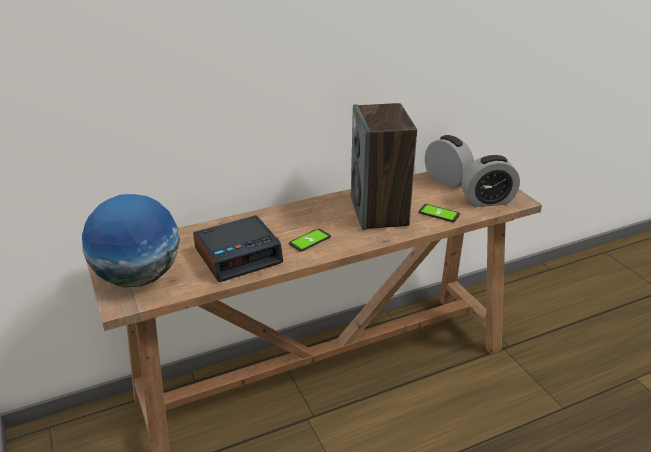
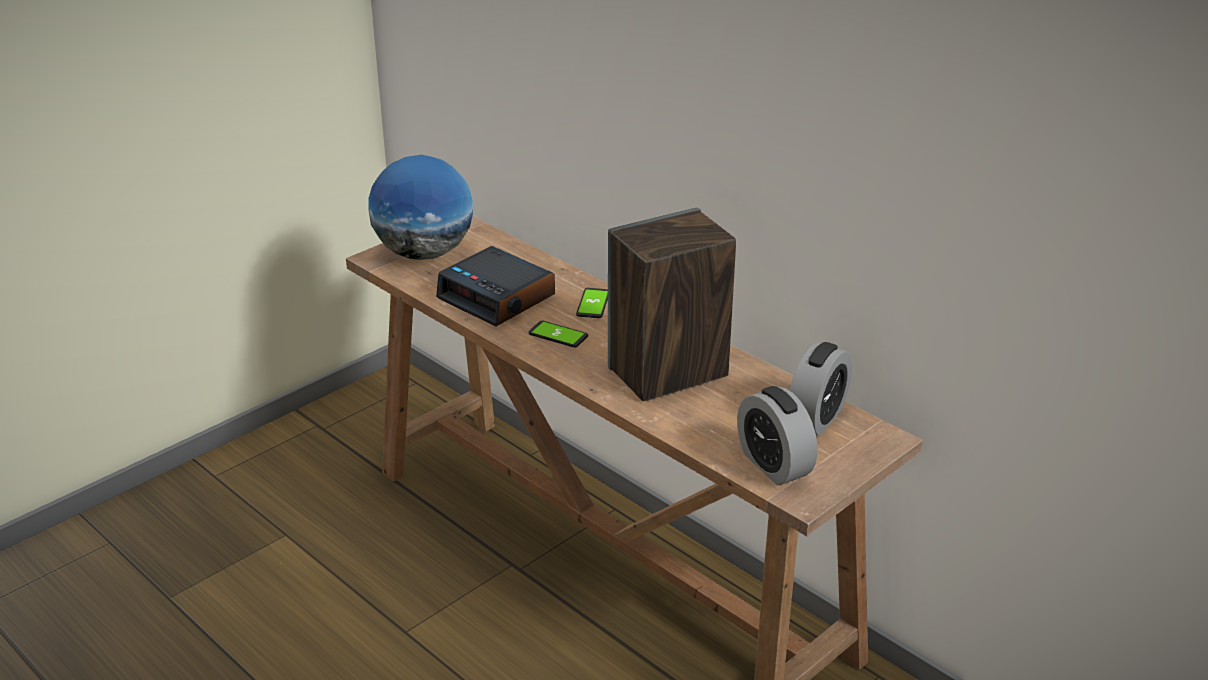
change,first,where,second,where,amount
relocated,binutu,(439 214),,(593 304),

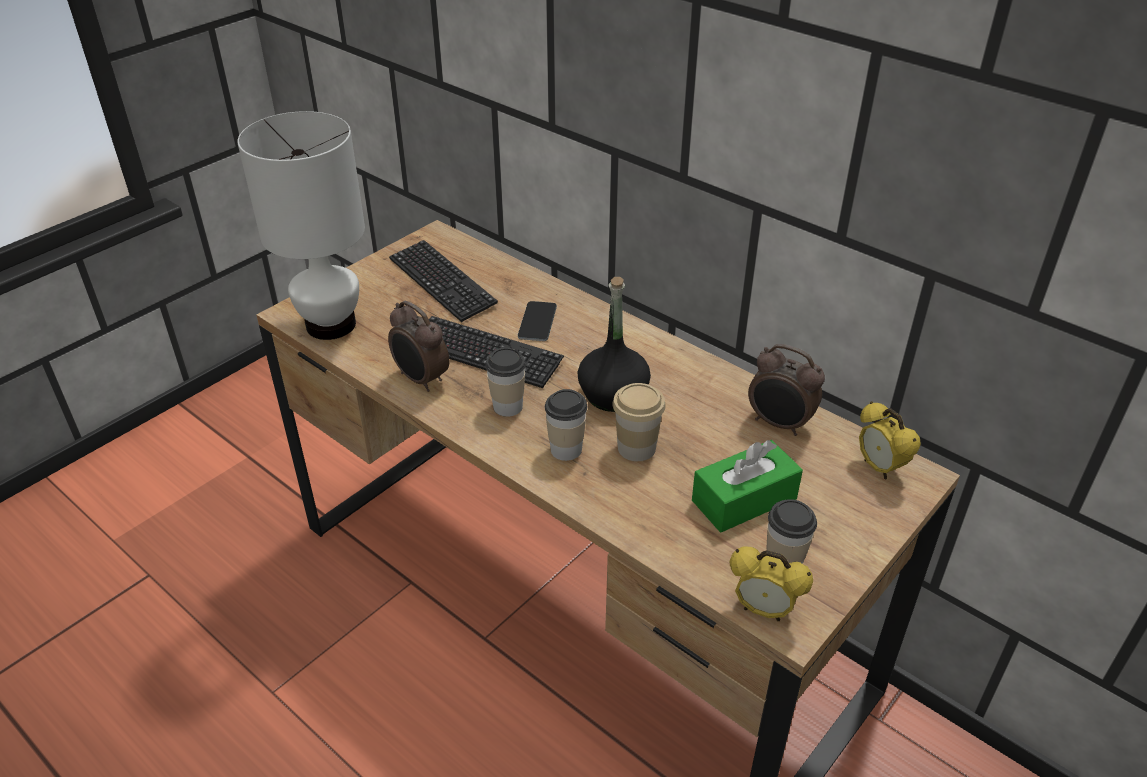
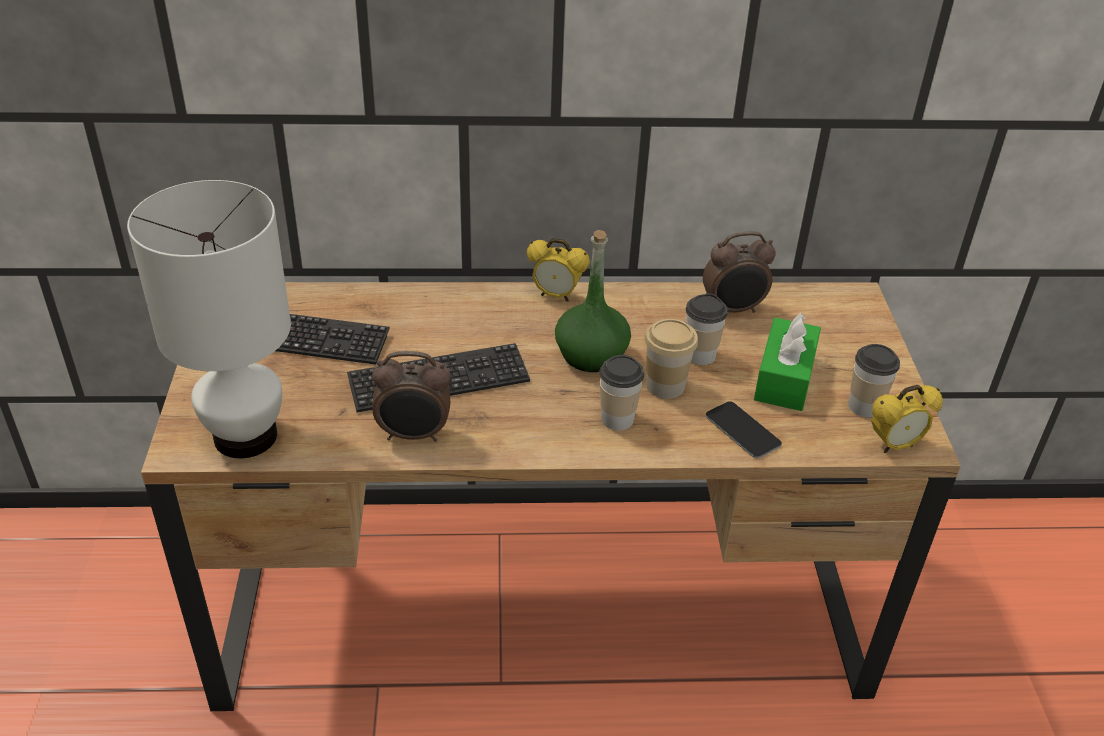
change,first,where,second,where,amount
relocated,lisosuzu,(507 406),,(699 355),
relocated,binutu,(537 322),,(742 430),
relocated,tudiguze,(879 468),,(556 296),
colour,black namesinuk,(613 395),green namesinuk,(591 355),

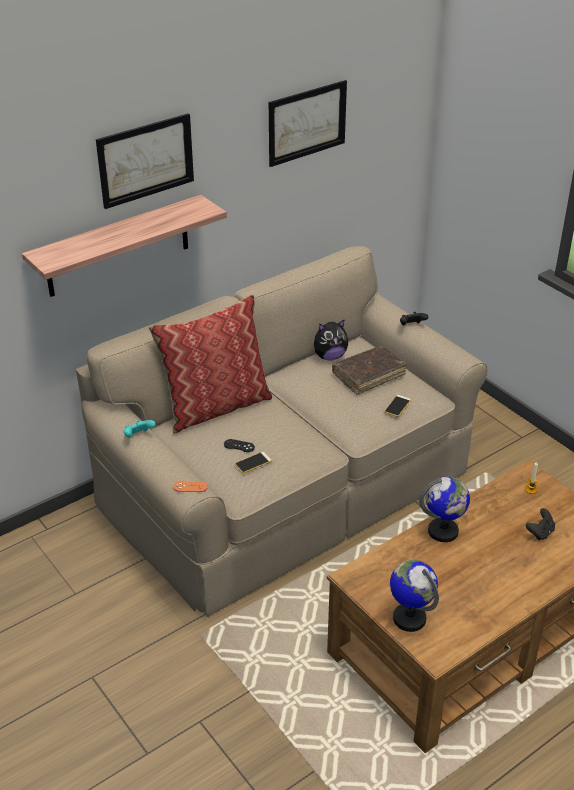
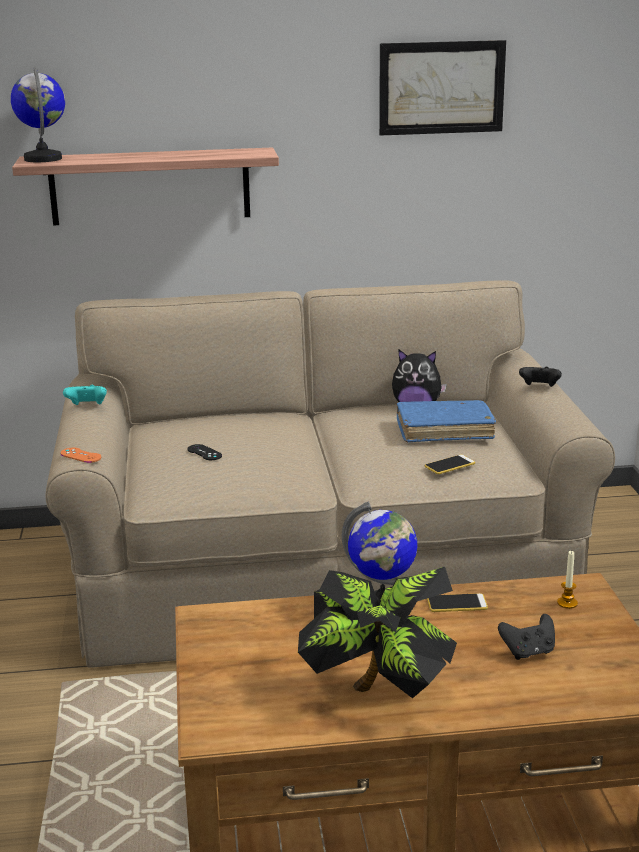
change,first,where,second,where,amount
missing,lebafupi,(146 160),,,
missing,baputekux,(215 406),,,
appeared,,,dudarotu,(379 693),
relocated,binutu,(253 463),,(457 603),
relocated,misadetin,(409 618),,(43 159),
colour,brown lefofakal,(368 375),blue lefofakal,(444 430),

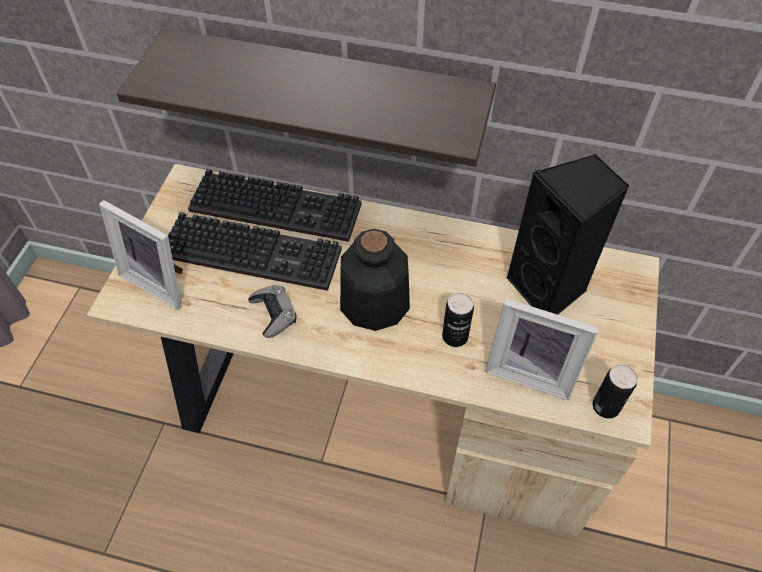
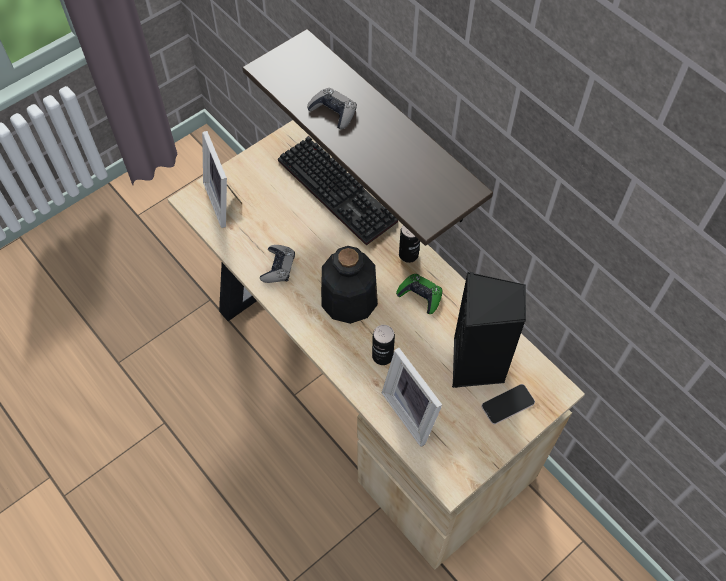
change,first,where,second,where,amount
missing,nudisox,(255 251),,,
appeared,,,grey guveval,(333 112),
appeared,,,green guveval,(420 296),
appeared,,,binutu,(508 404),
relocated,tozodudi,(606 406),,(408 254),

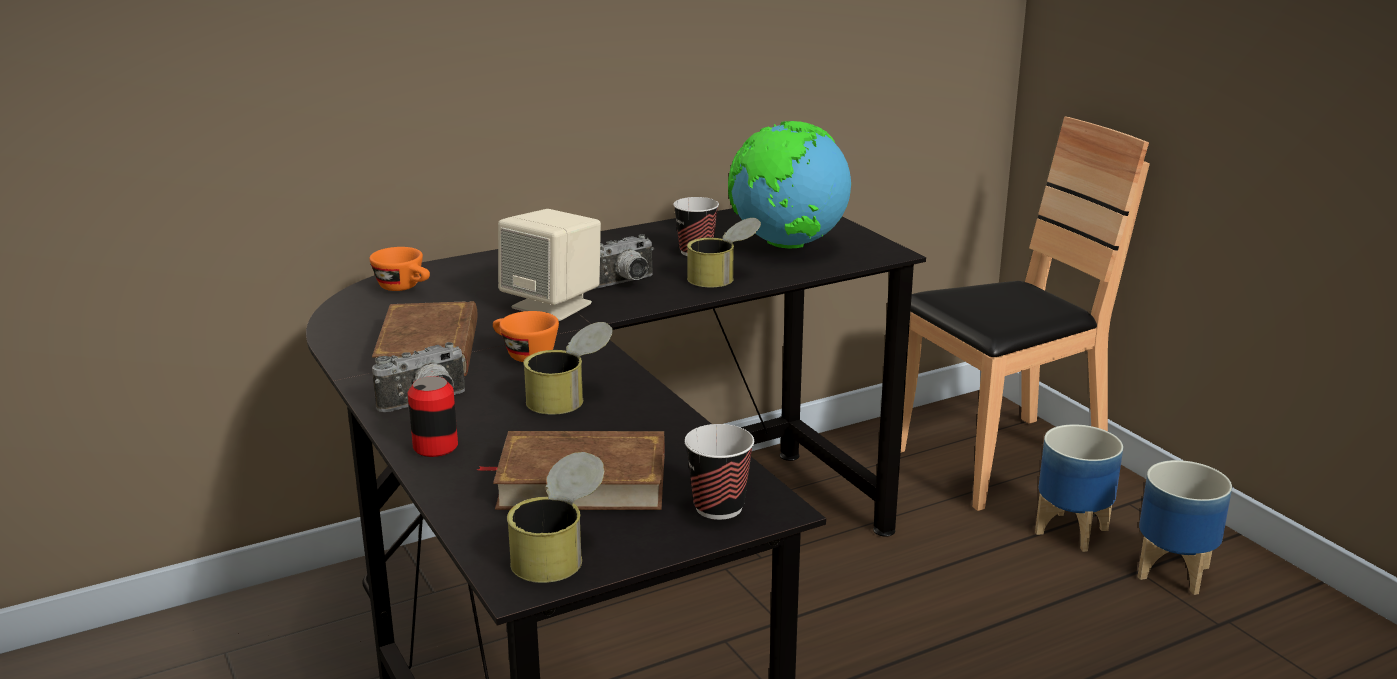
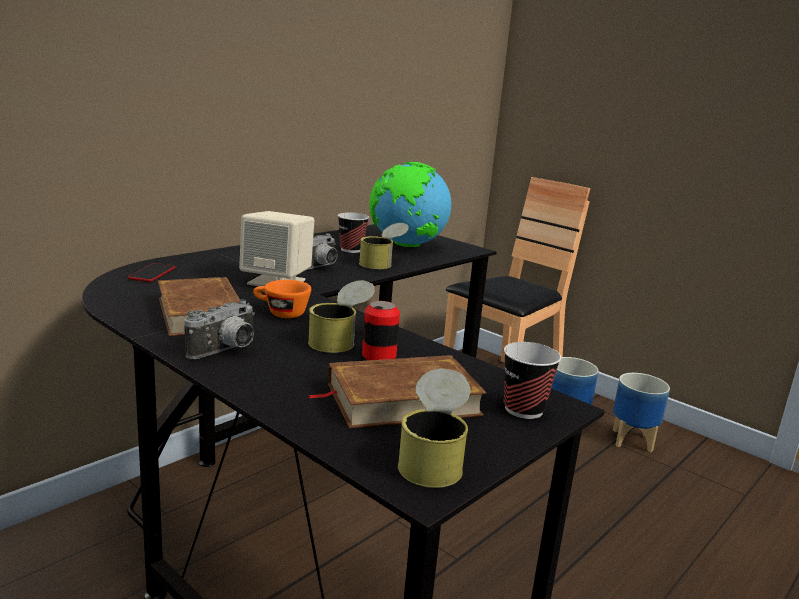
change,first,where,second,where,amount
relocated,tozodudi,(435 447),,(379 356),
exchanged,orange lisosuzu,(405 287),binutu,(152 274),

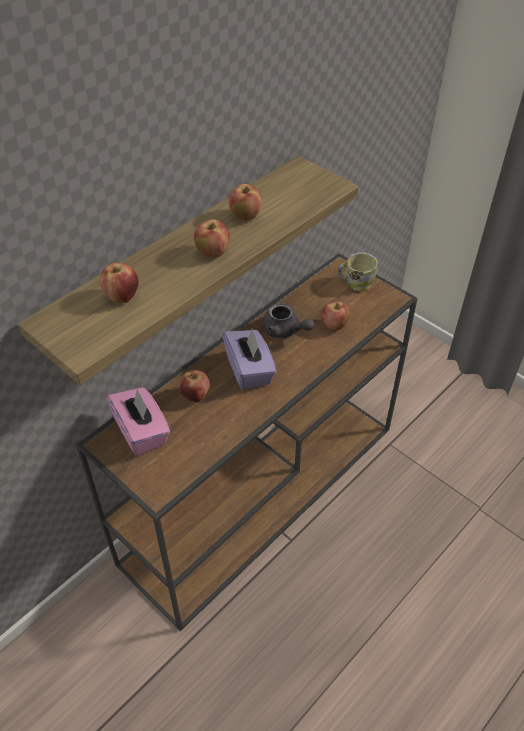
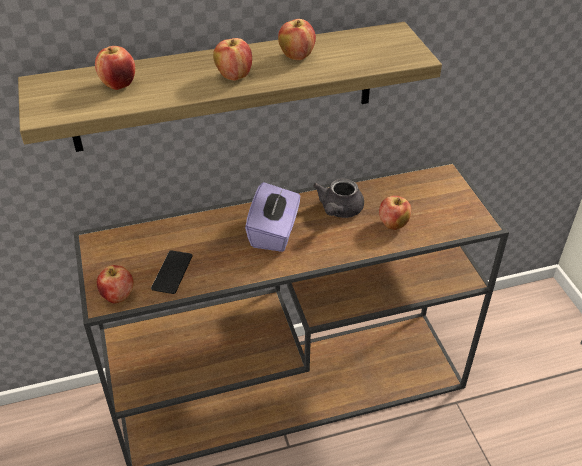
change,first,where,second,where,amount
missing,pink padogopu,(142 432),,,
missing,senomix,(355 282),,,
appeared,,,binutu,(172 272),
relocated,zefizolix,(195 396),,(118 296),
spun,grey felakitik,(285 331),,(338 211),45 degrees clockwise

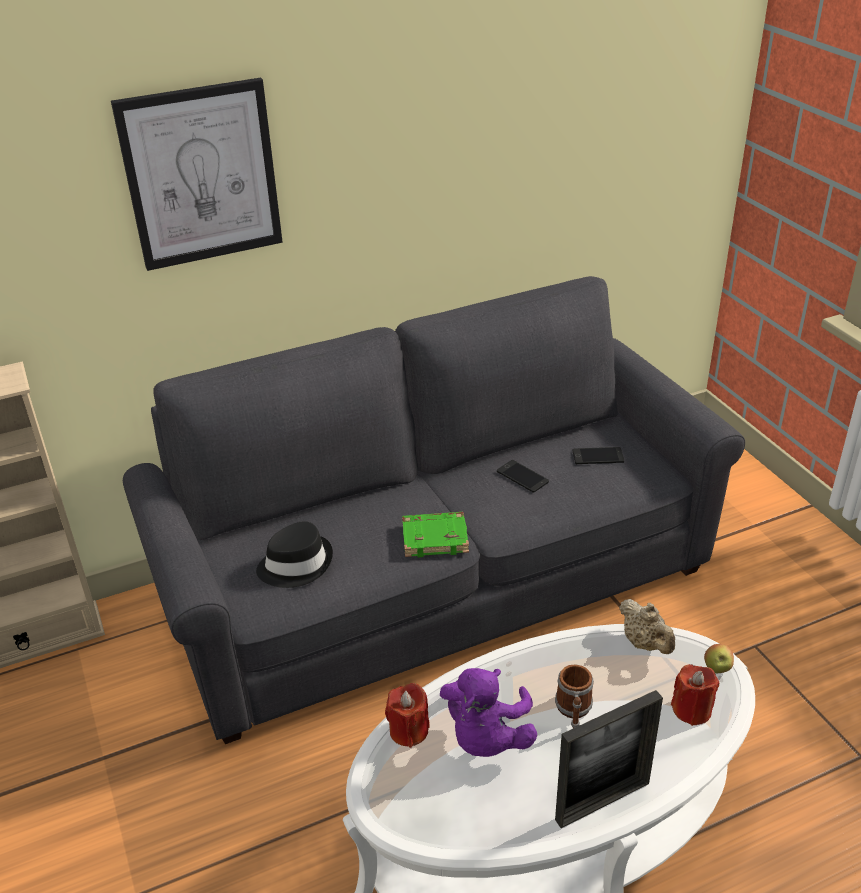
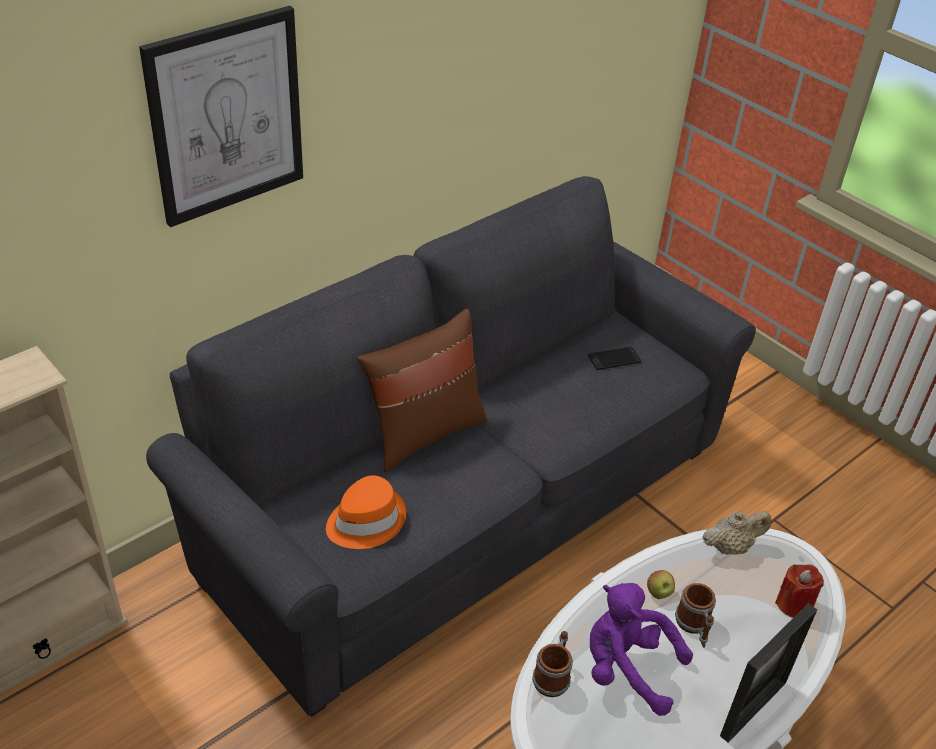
change,first,where,second,where,amount
missing,green lefofakal,(435 538),,,
missing,binutu,(522 476),,,
appeared,,,brown baputekux,(423 432),
relocated,zefizolix,(717 669),,(659 593),
exchanged,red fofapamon,(409 730),senomix,(553 676),
colour,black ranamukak,(296 564),orange ranamukak,(365 520),
spun,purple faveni,(486 738),,(627 669),120 degrees clockwise
spun,beige felakitik,(645 643),,(730 547),60 degrees counterclockwise

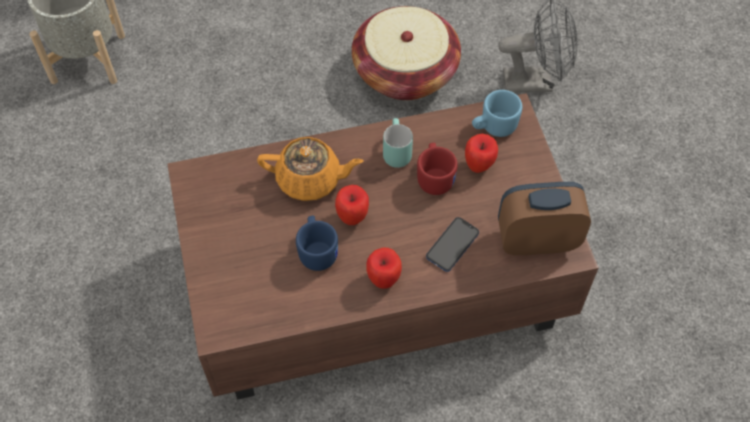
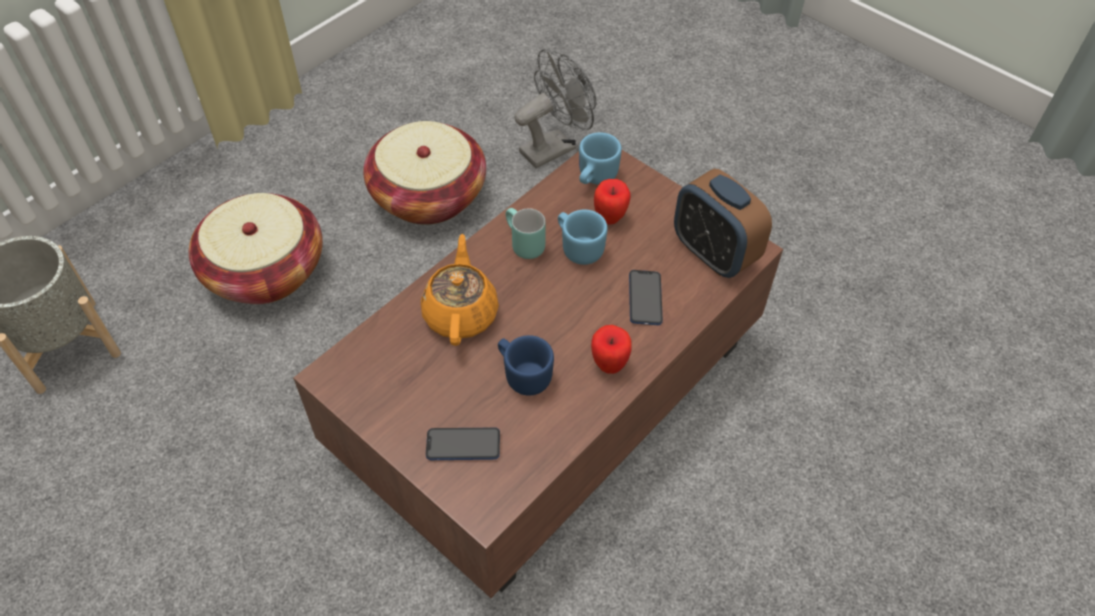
change,first,where,second,where,amount
missing,zefizolix,(352 217),,,
appeared,,,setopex,(265 271),
appeared,,,binutu,(463 445),
colour,red senomix,(435 177),blue senomix,(579 247),
spun,orange felakitik,(310 180),,(461 313),60 degrees counterclockwise
spun,tudiguze,(537 240),,(714 253),90 degrees counterclockwise

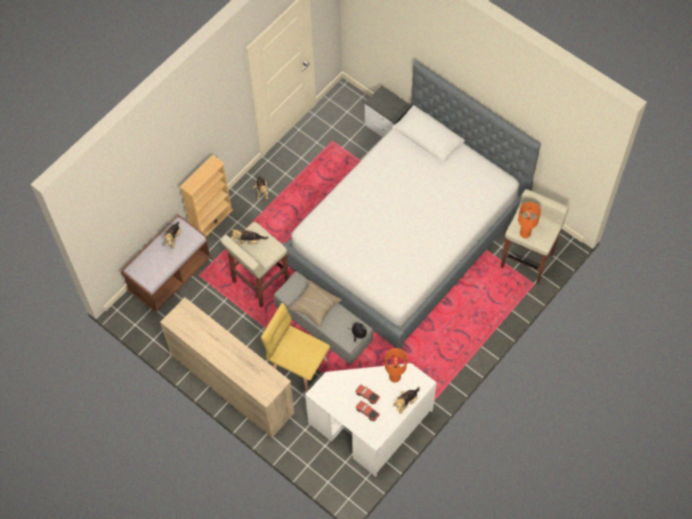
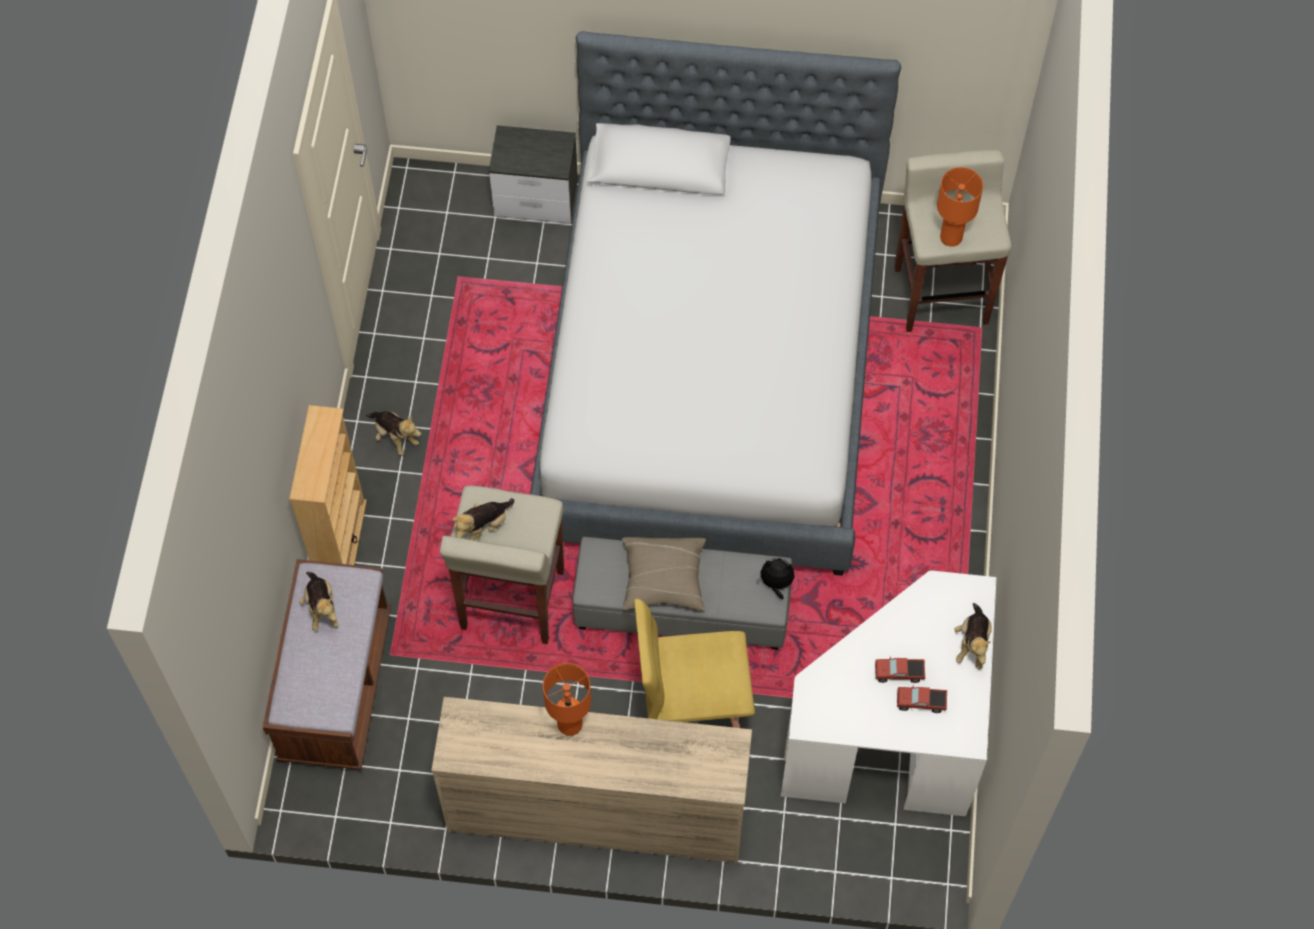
change,first,where,second,where,amount
relocated,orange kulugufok,(395 377),,(570 723),

